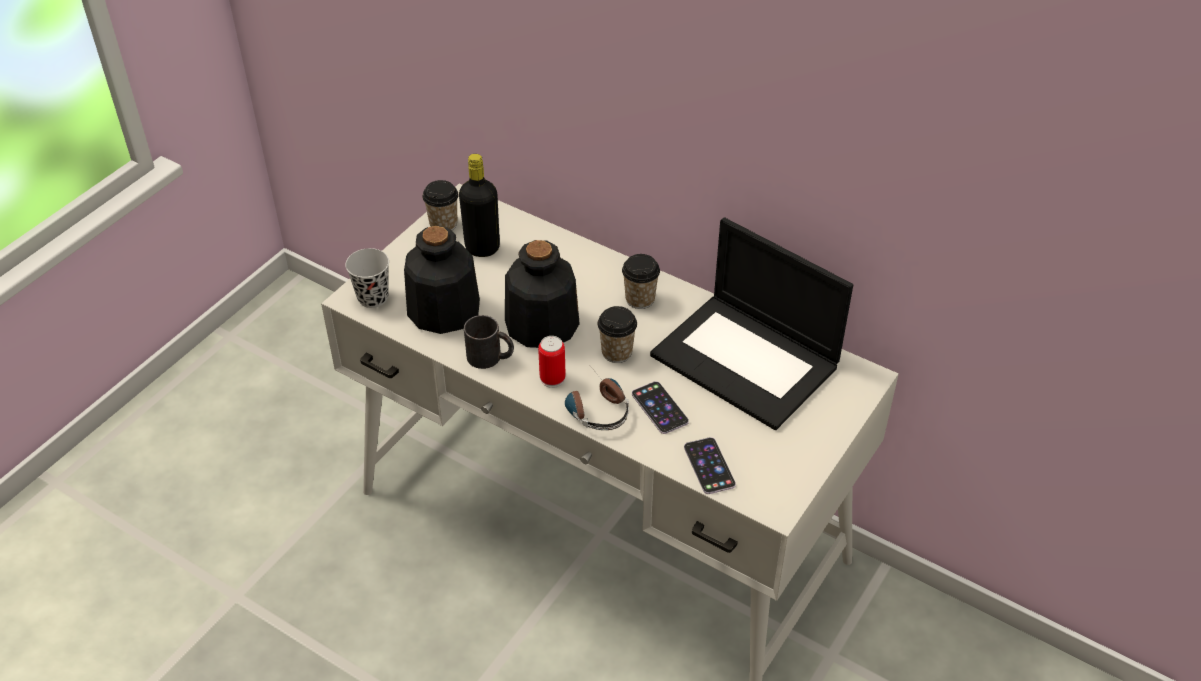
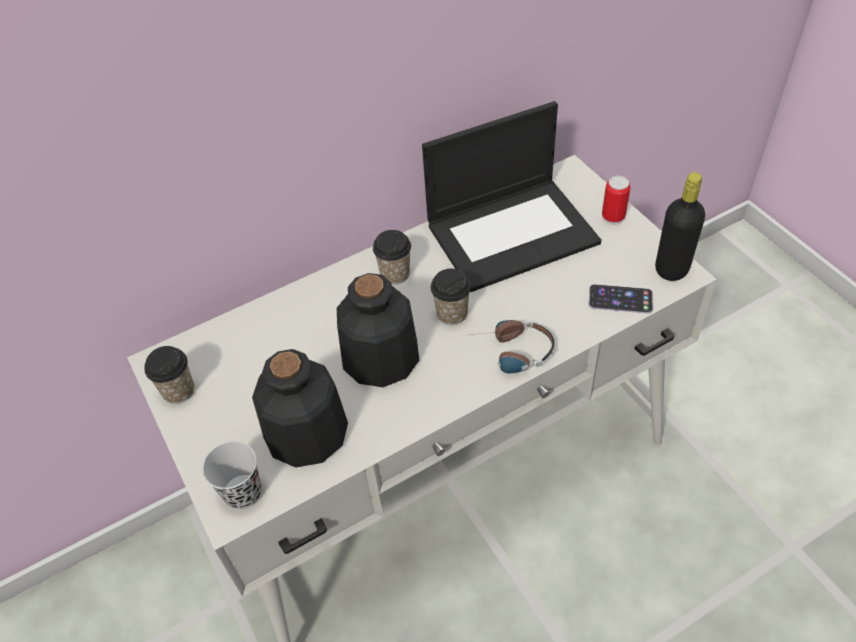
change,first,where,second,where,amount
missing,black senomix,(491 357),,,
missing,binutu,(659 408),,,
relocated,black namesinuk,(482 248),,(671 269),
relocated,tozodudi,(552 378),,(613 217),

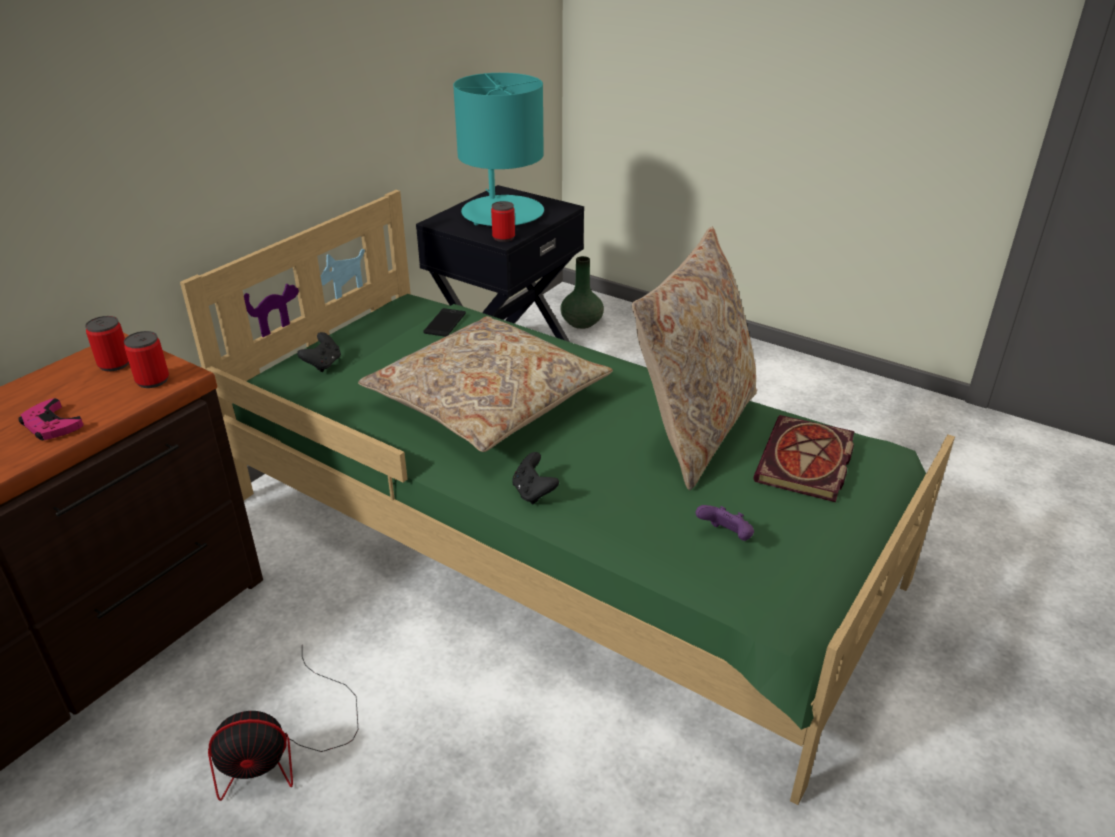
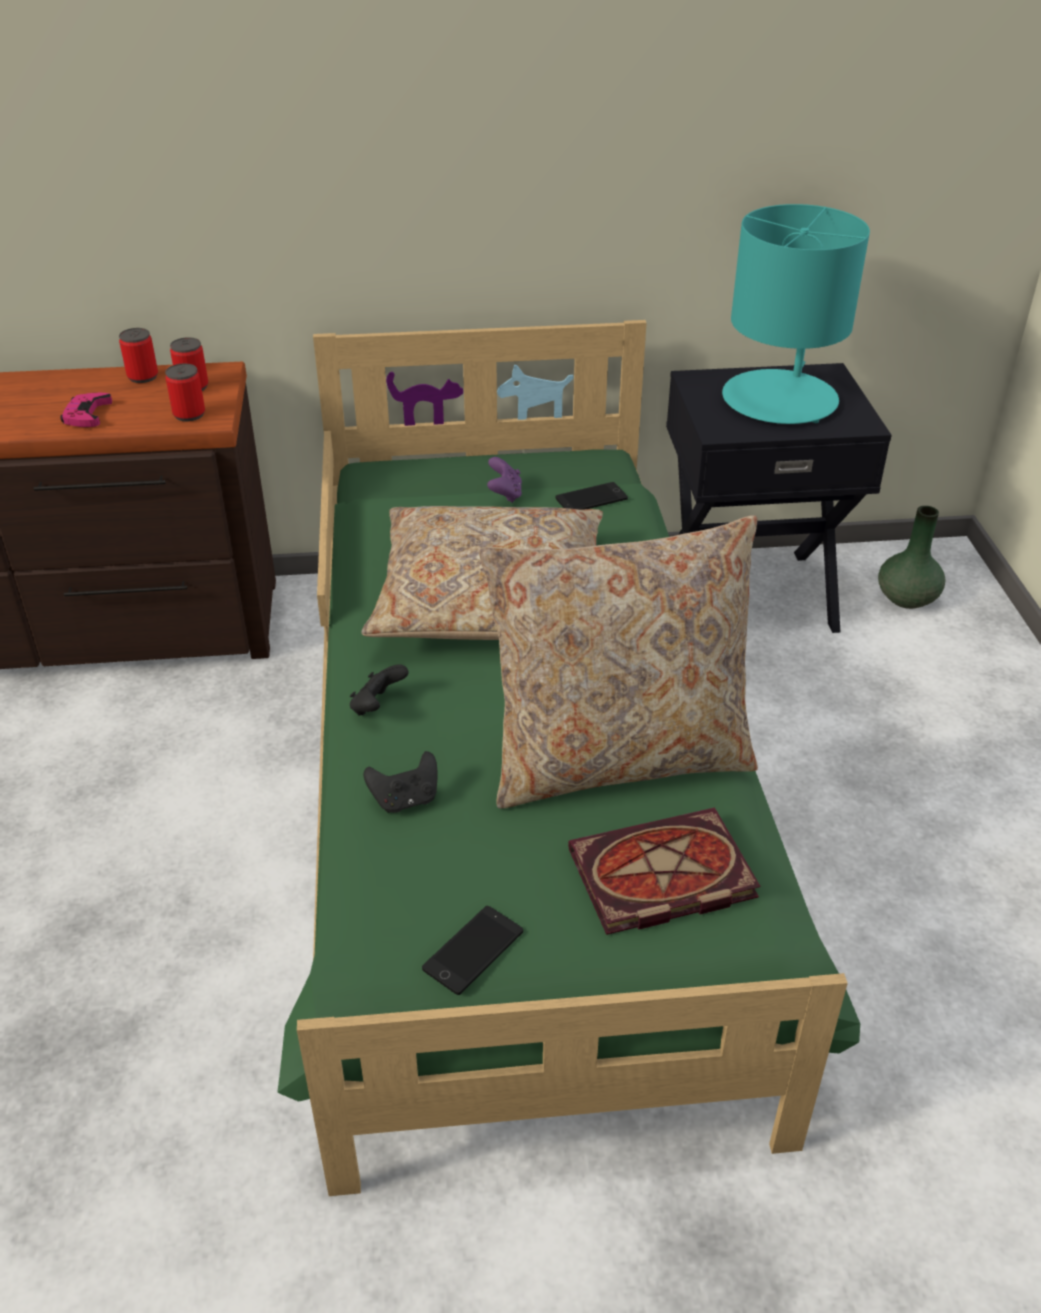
change,first,where,second,where,amount
missing,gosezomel,(284 748),,,
appeared,,,binutu,(473 950),
relocated,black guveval,(323 364),,(405 800),
relocated,tozodudi,(503 237),,(143 377),
relocated,purple guveval,(726 537),,(504 494),

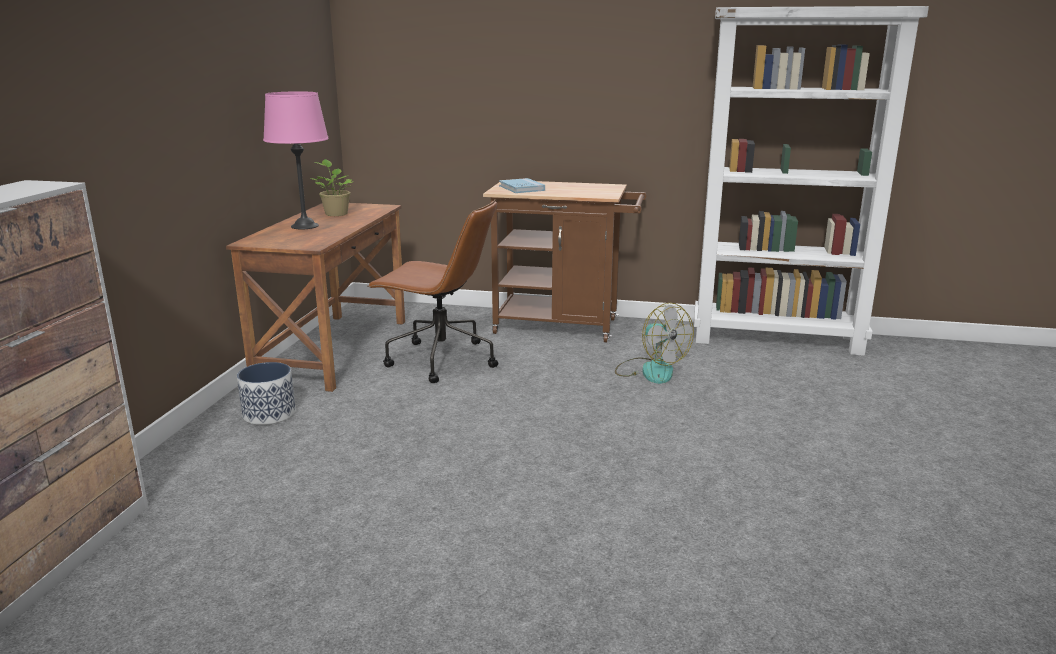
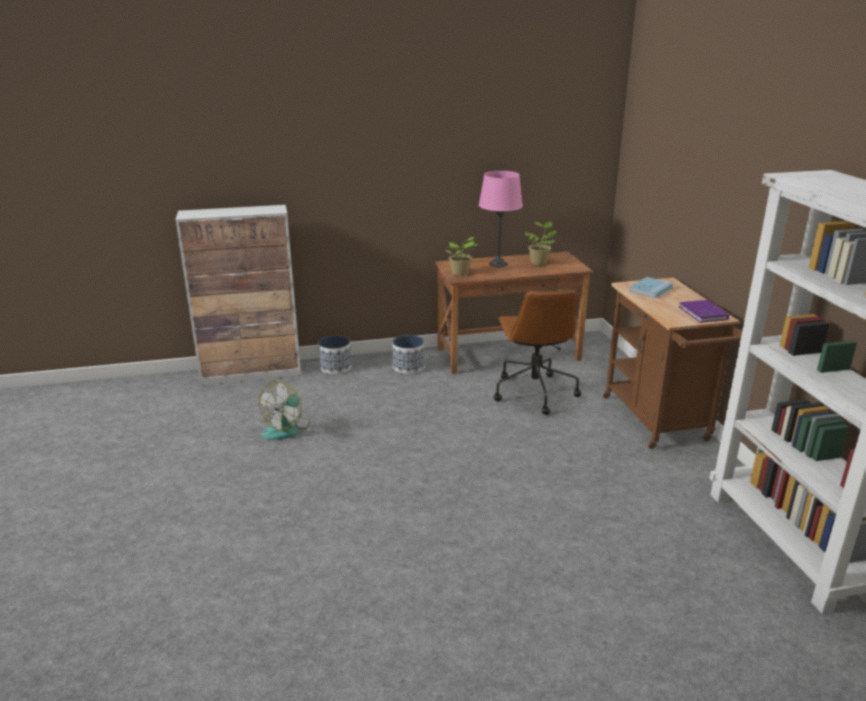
change,first,where,second,where,amount
appeared,,,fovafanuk,(336 367),
appeared,,,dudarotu,(460 274),
appeared,,,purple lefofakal,(703 313),
relocated,gosezomel,(650 370),,(287 429),

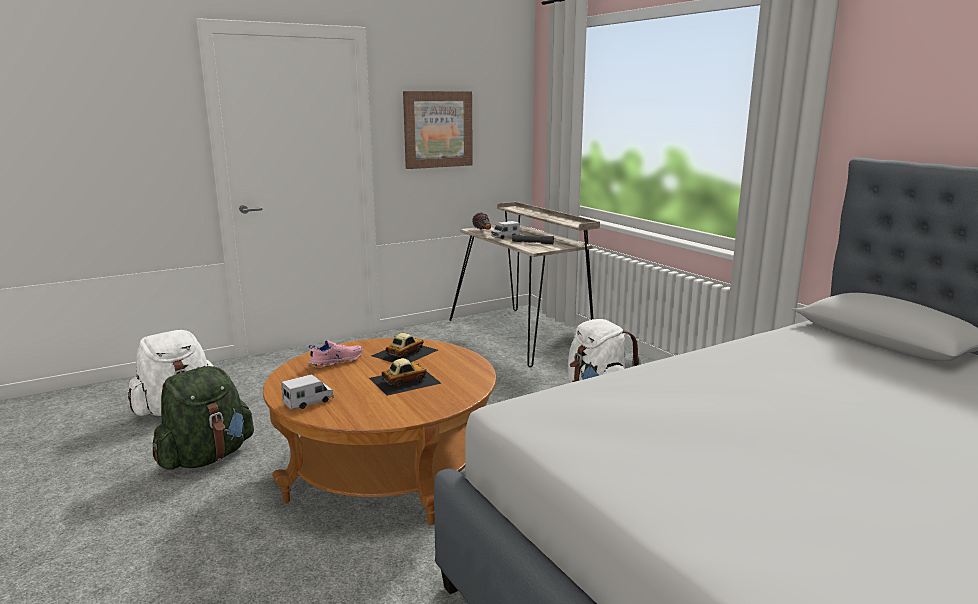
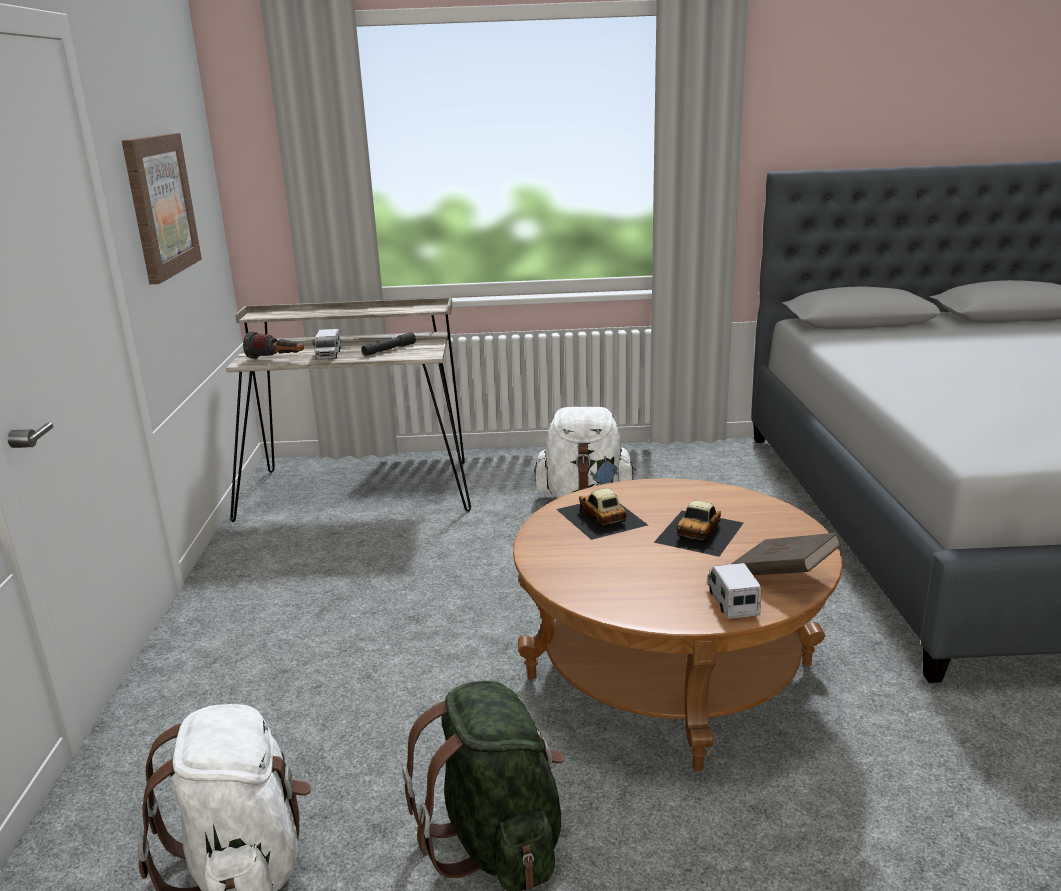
change,first,where,second,where,amount
missing,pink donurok,(335 362),,,
appeared,,,brown lefofakal,(783 576),
spun,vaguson,(404 380),,(700 532),150 degrees counterclockwise

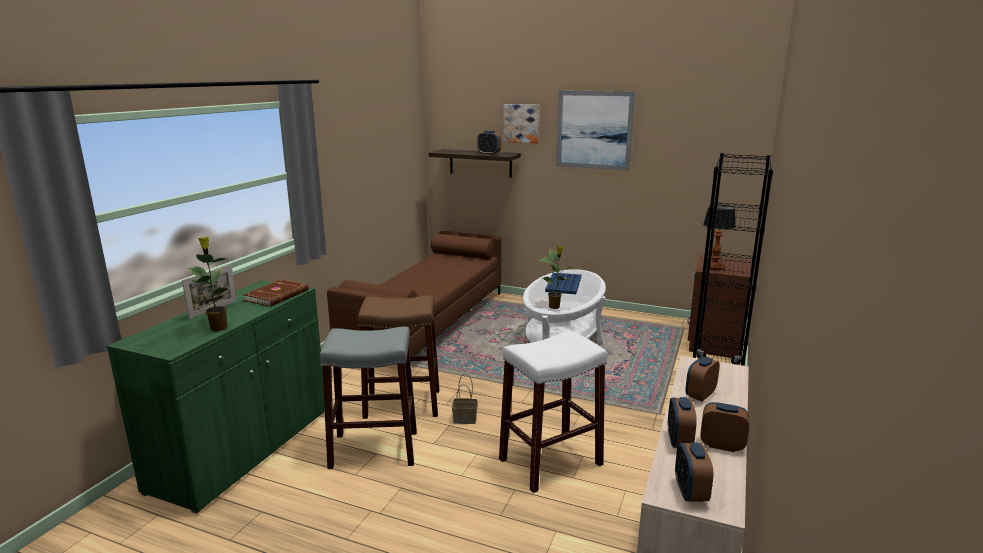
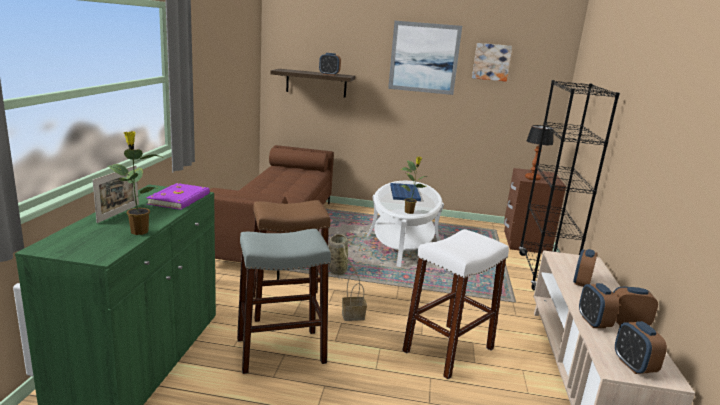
change,first,where,second,where,amount
appeared,,,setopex,(337 270),
relocated,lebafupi,(521 123),,(491 62),
colour,brown lefofakal,(278 295),purple lefofakal,(180 199),

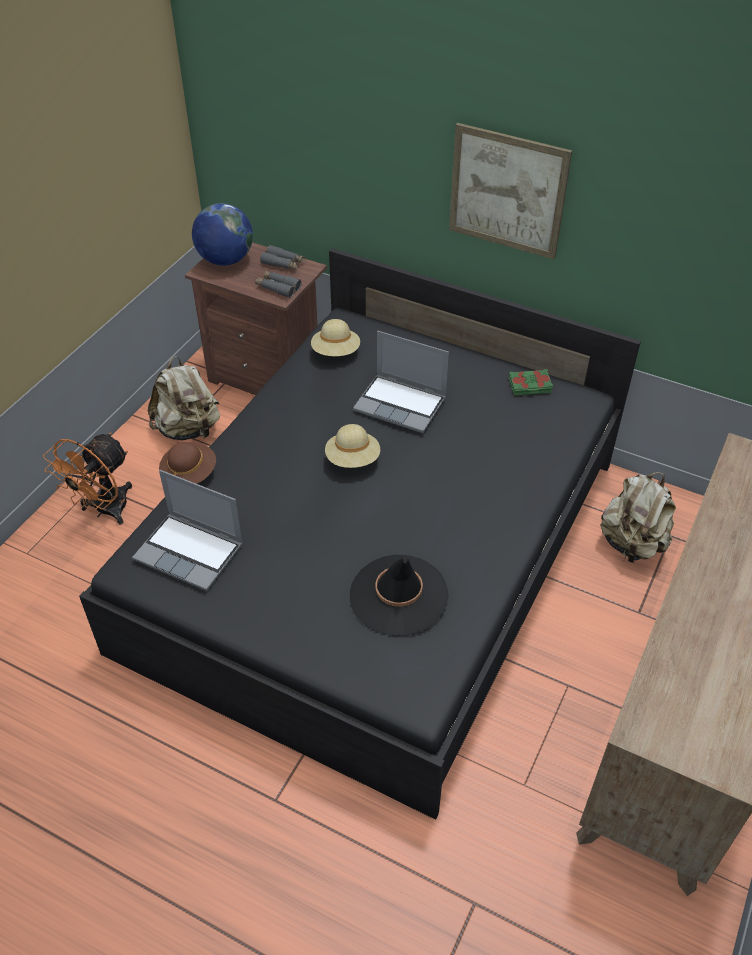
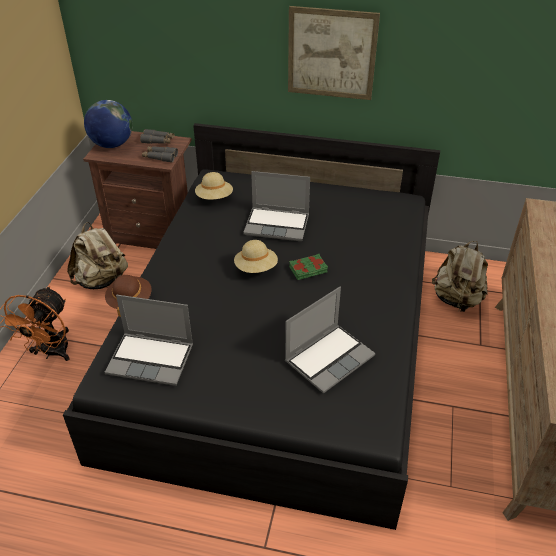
change,first,where,second,where,amount
relocated,green lefofakal,(530 386),,(308 270),
exchanged,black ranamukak,(398 595),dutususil,(329 358),

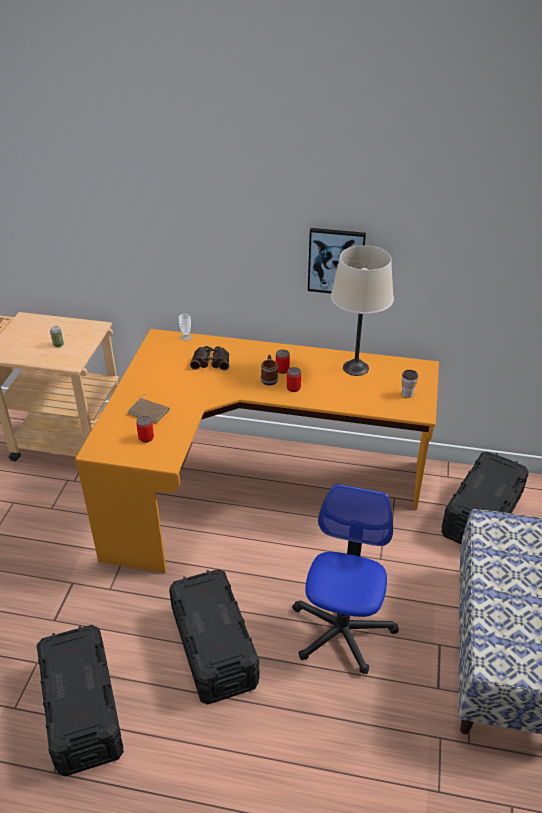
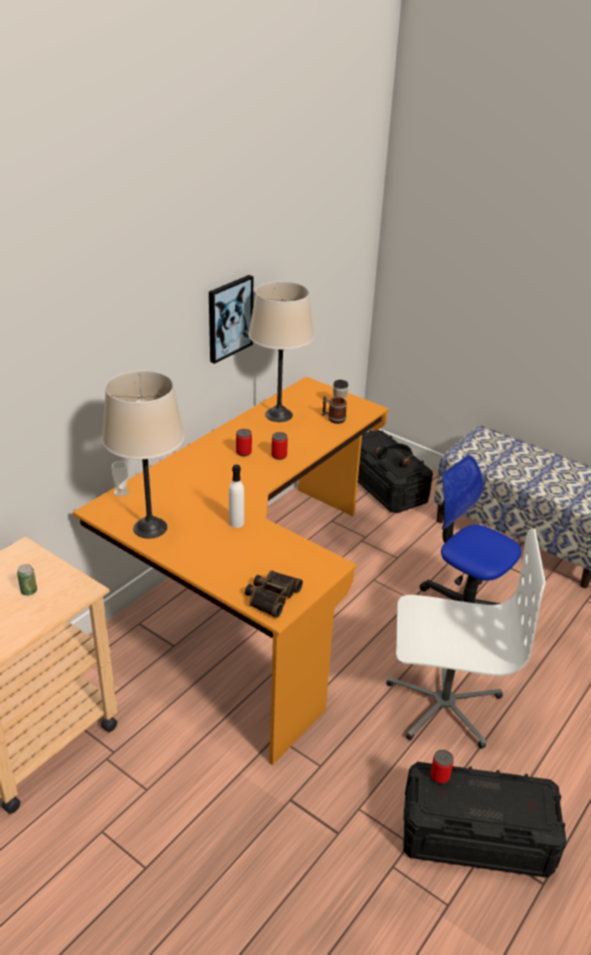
change,first,where,second,where,amount
missing,brown lefofakal,(149 411),,,
appeared,,,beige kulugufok,(150 528),
appeared,,,white namesinuk,(236 523),
appeared,,,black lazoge,(396 458),
relocated,tozodudi,(146 438),,(439 776),
relocated,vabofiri,(211 361),,(271 596),
relocated,senomix,(269 378),,(333 418),
exchanged,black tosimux,(214 648),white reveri,(443 703),

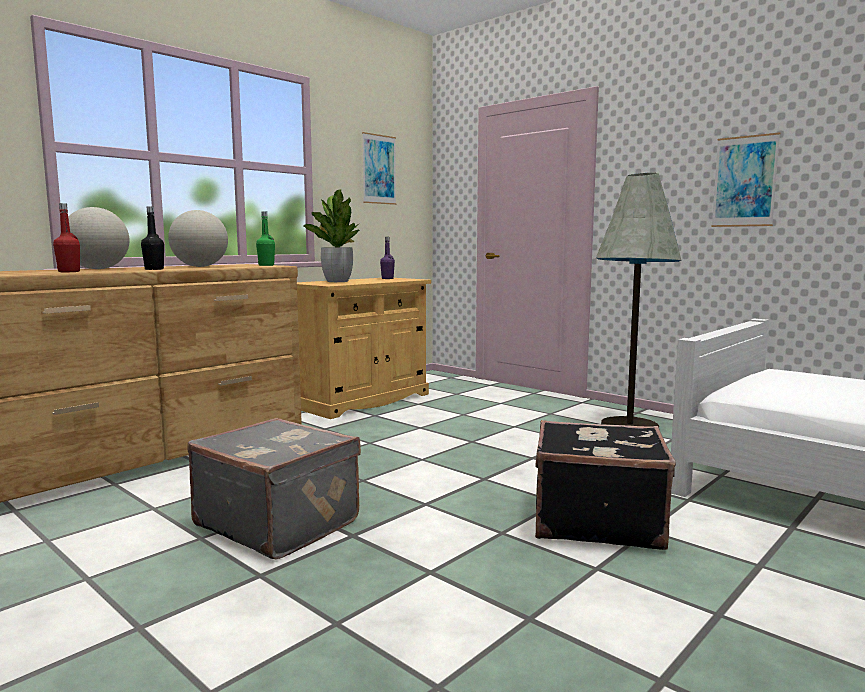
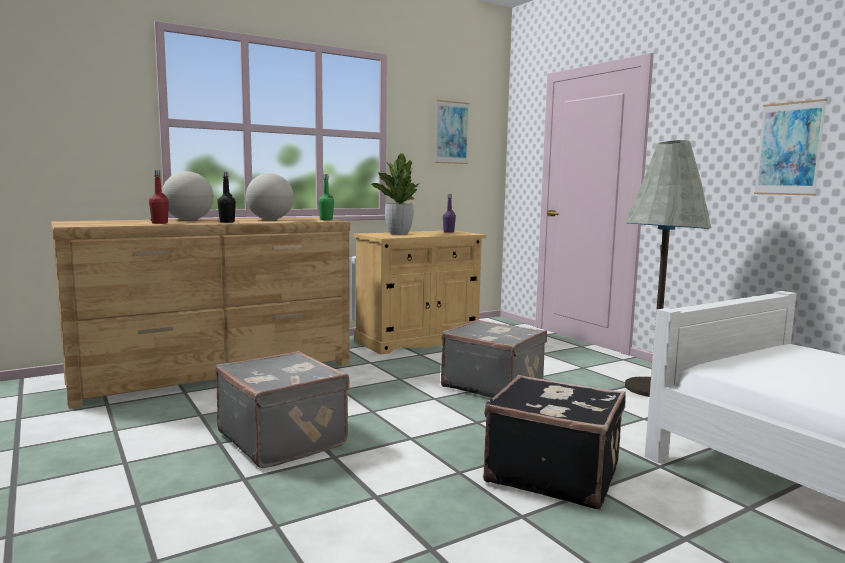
change,first,where,second,where,amount
appeared,,,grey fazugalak,(493 385),

